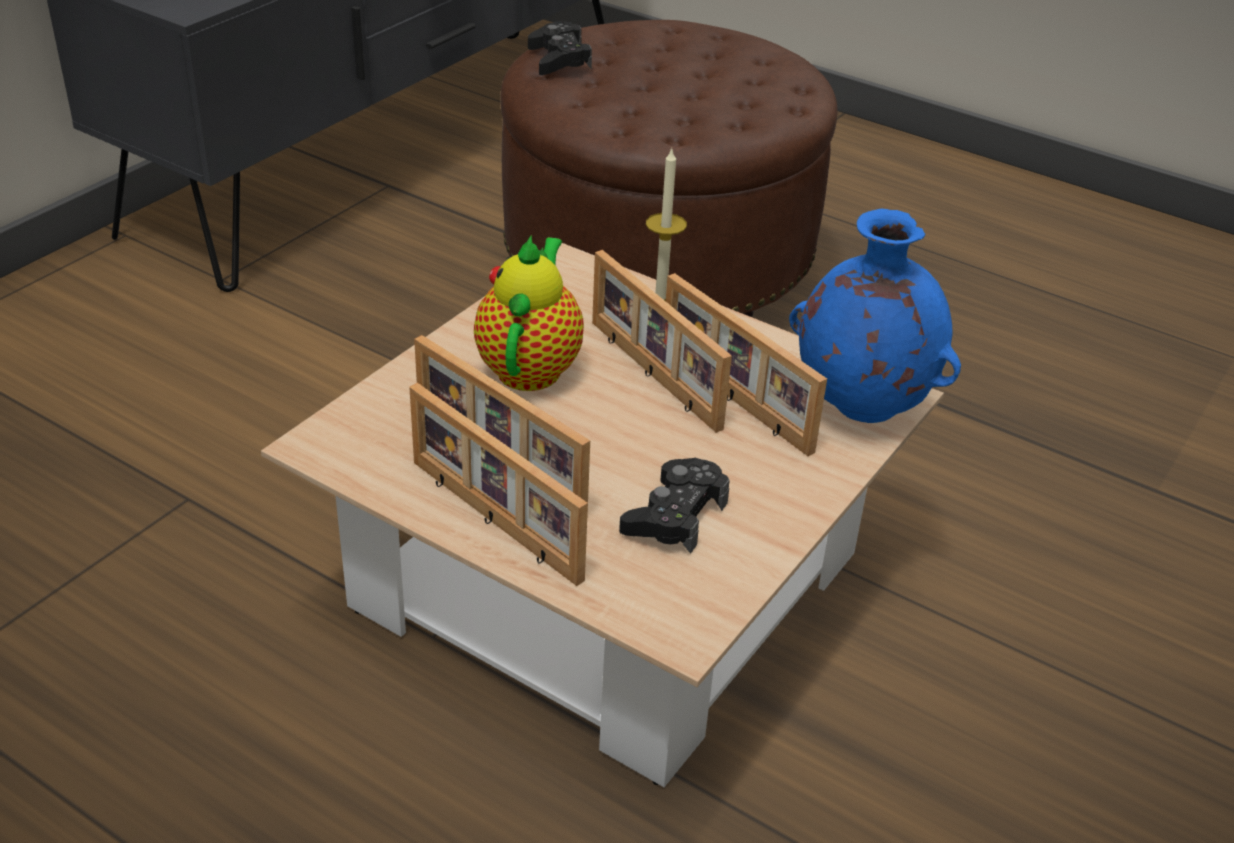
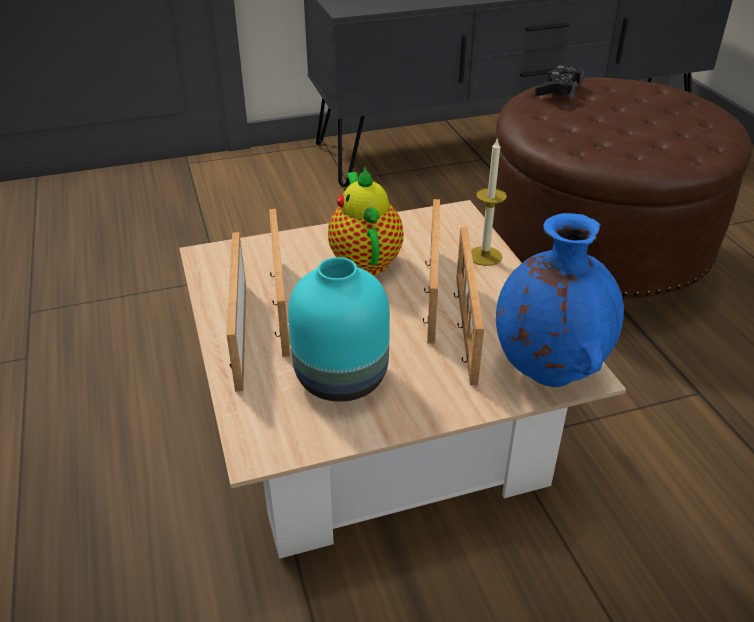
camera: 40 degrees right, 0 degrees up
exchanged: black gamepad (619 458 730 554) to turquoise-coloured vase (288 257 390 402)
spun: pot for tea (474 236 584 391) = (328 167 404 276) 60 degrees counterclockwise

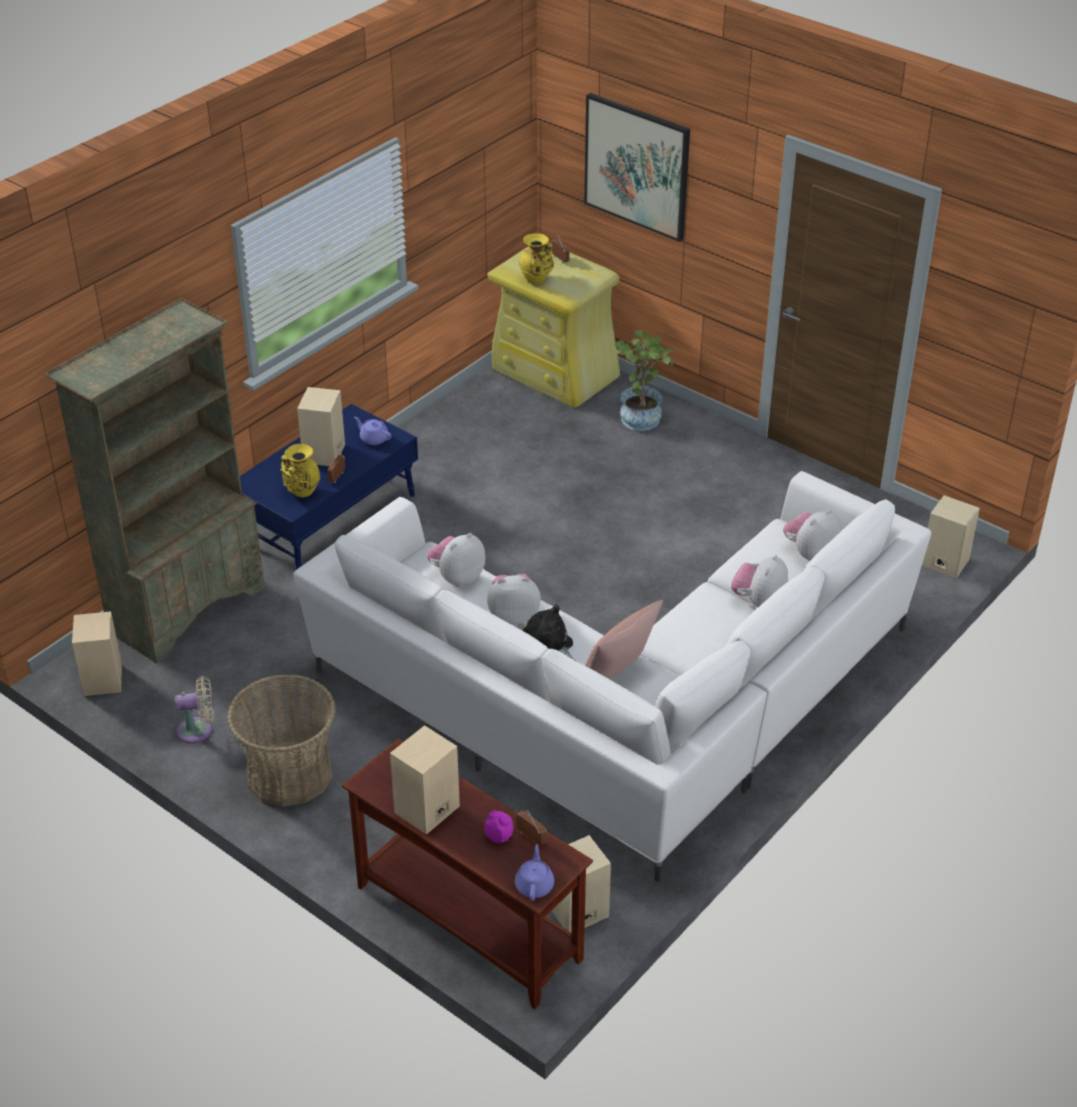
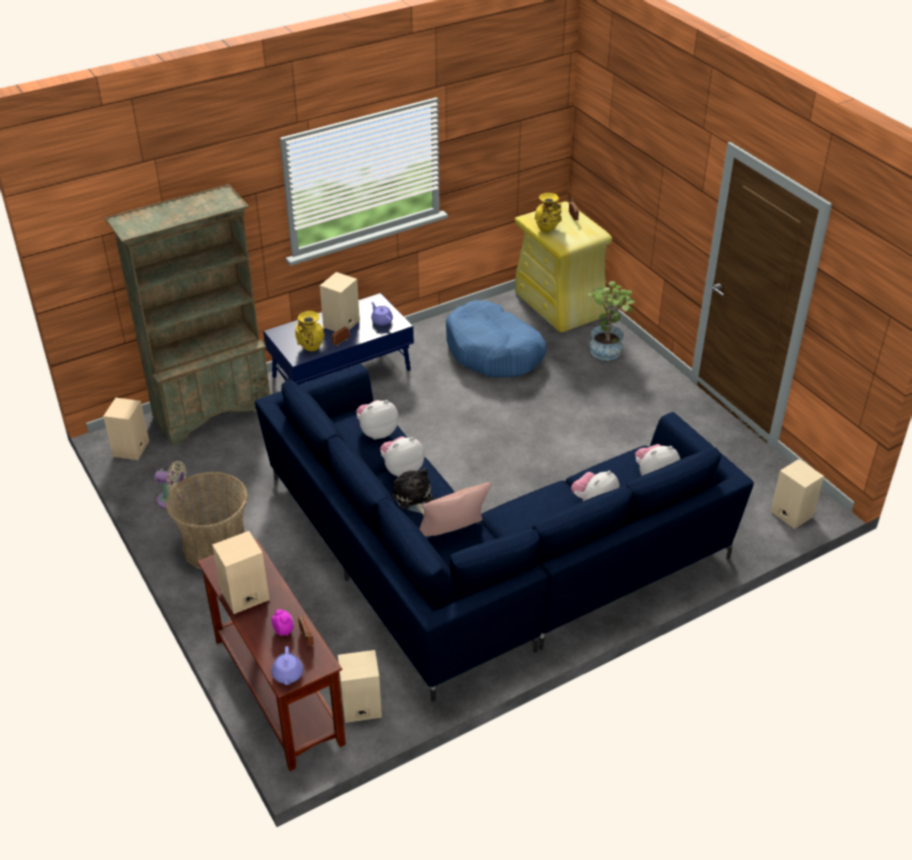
camera: 20 degrees right, 0 degrees up
missing: picture (584 93 690 242)
appeared: bluish pet bed (446 300 547 378)
colour: whitish couch (293 471 931 882) to bluish couch (255 364 754 702)
spun: soft toy (487 574 541 625) = (380 437 424 477) 45 degrees counterclockwise; purple pot for tea (515 845 554 901) = (272 646 303 685) 150 degrees clockwise

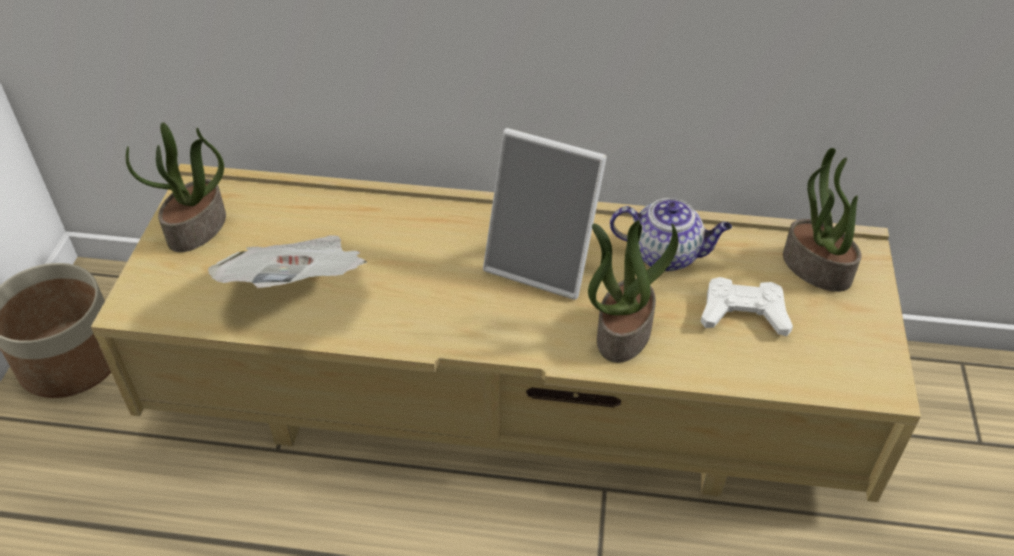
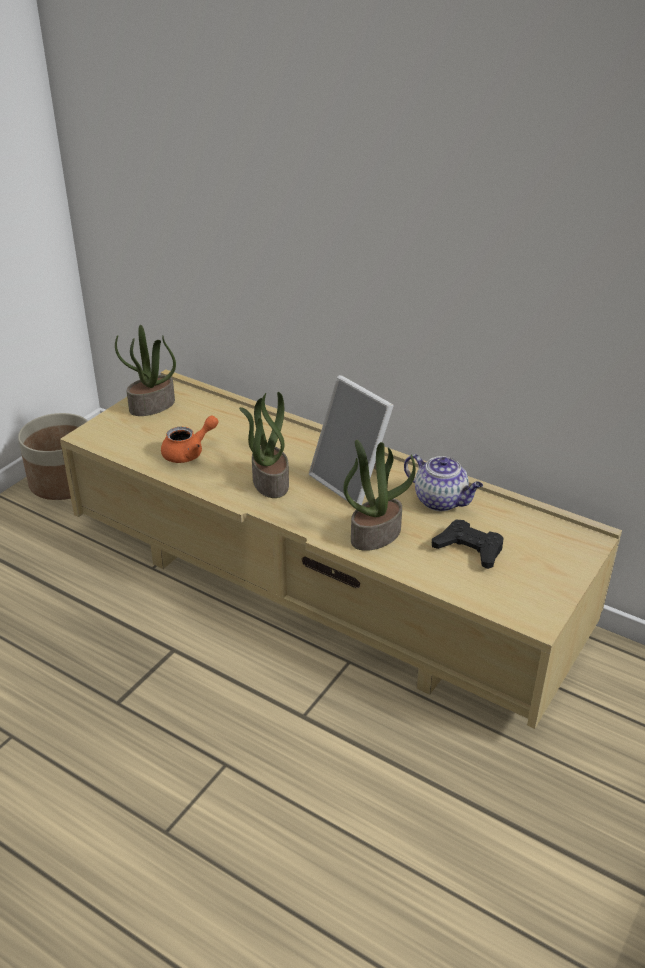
camera: 25 degrees right, 10 degrees down
relocated: potted plant (783 148 861 292) to (239 392 289 498)
exchanged: newspaper (208 235 367 288) to orange-coloured pot for tea (161 415 219 463)
colour: whitish gamepad (700 277 793 336) to black gamepad (432 520 503 569)

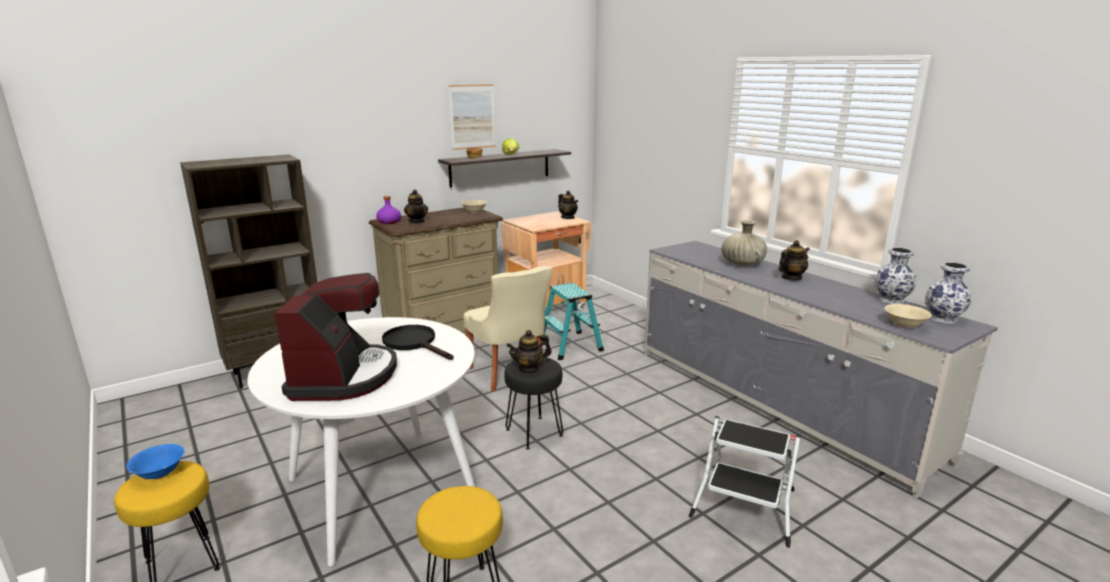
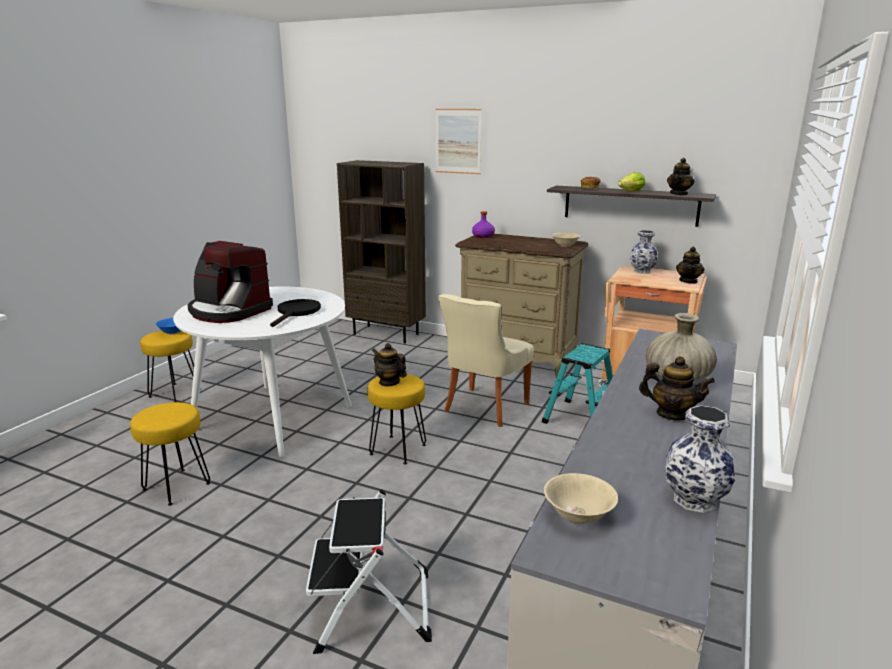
camera: 60 degrees right, 0 degrees up
relocated: pot for tea (404 189 428 223) to (667 158 694 195); picture (449 84 496 150) to (436 109 482 174); vase (925 262 972 324) to (630 230 658 274)
colour: black sitting stool (504 357 563 450) to yellow-coloured sitting stool (367 374 426 465)
spun: coffee machine (275 273 397 401) = (187 241 273 323) 60 degrees clockwise

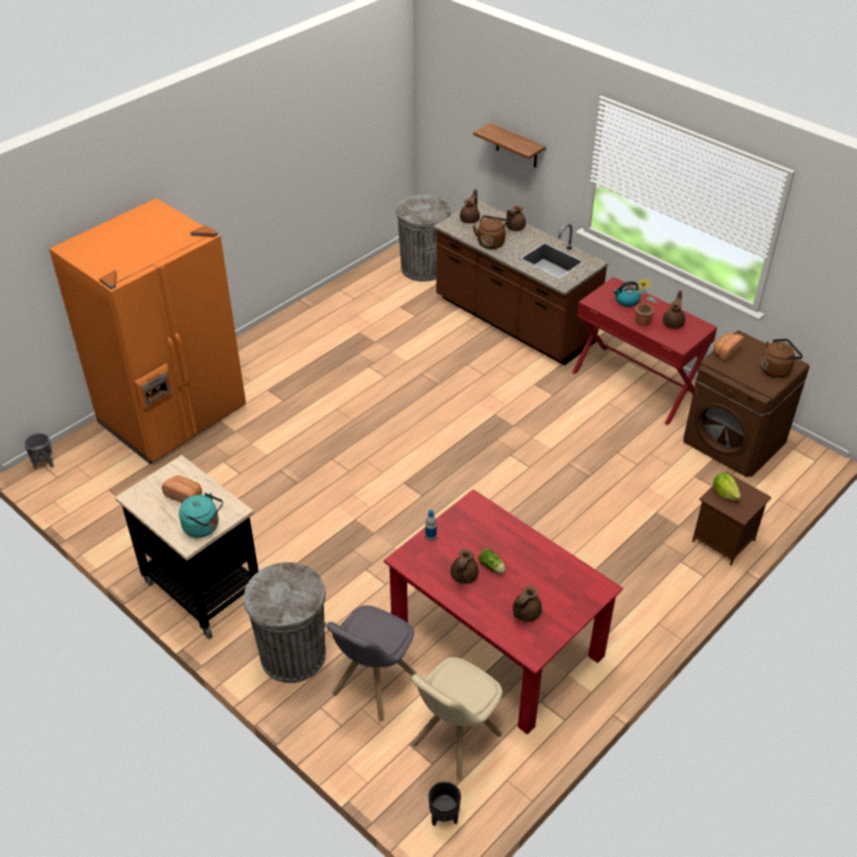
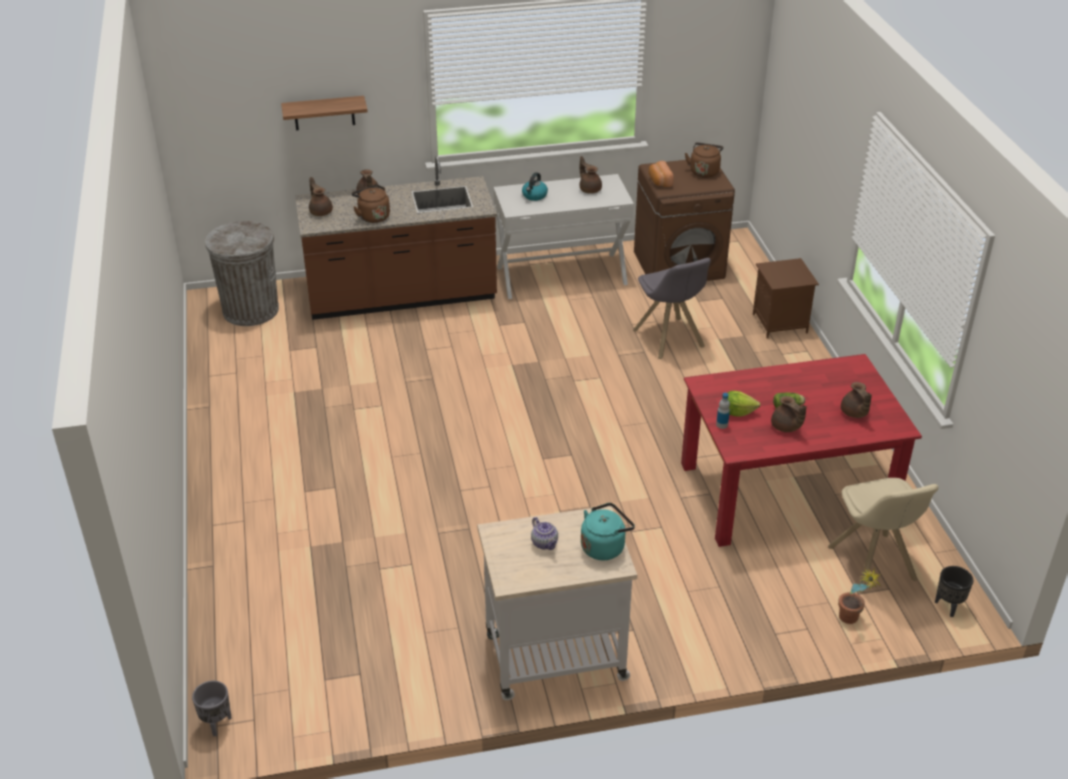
camera: 55 degrees left, 5 degrees down
missing: orange-coloured fridge (49 198 246 464); gray trash can (244 562 326 683)
relocated: gray plain chair (326 605 417 721) to (633 258 711 359); potted plant (634 276 657 326) to (838 568 881 624); lettuce head (713 473 741 500) to (722 391 761 417)
exchanged: bakery bread (162 476 202 503) to pot for tea (531 517 558 550)
colour: black wheeled cart (115 455 259 639) to whitish wheeled cart (477 506 637 700); red-coloured narrow table (572 277 717 425) to whitish narrow table (493 174 634 299)

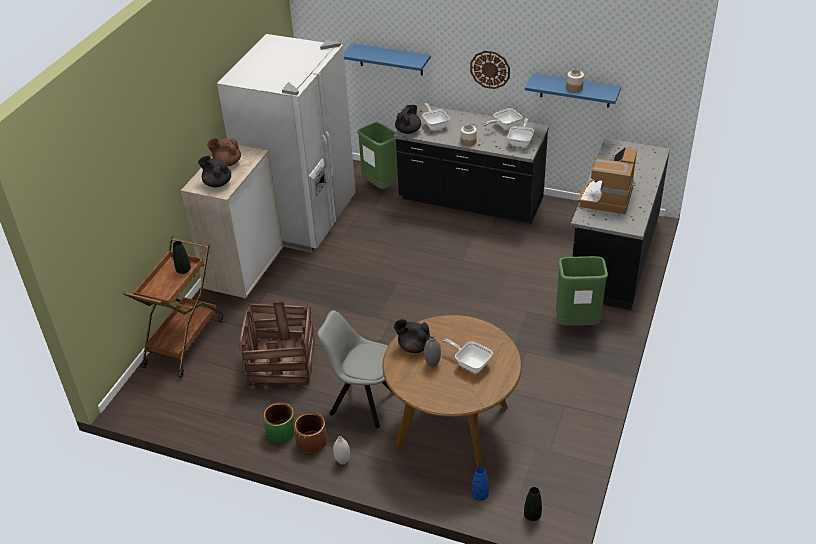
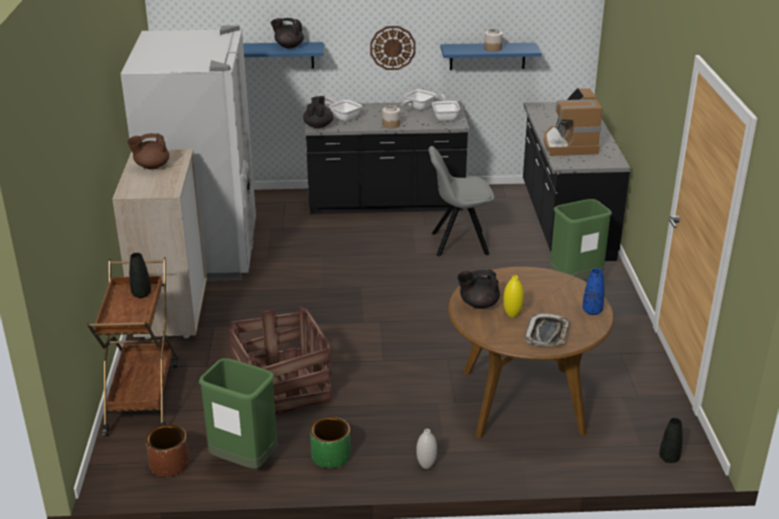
camera: 25 degrees left, 10 degrees down
missing: skillet (442 338 493 373)
appeared: serving tray (525 313 570 346)
relocated: black pot for tea (198 156 231 187) to (271 18 304 48); brown planter (294 412 327 453) to (146 425 190 477); gray plain chair (317 310 393 428) to (429 146 494 256); green-coloured trash can (357 122 398 189) to (199 358 278 469); bluish vase (472 467 489 501) to (583 268 604 315)
colour: gray vase (424 336 441 367) to yellow-coloured vase (503 275 524 317)

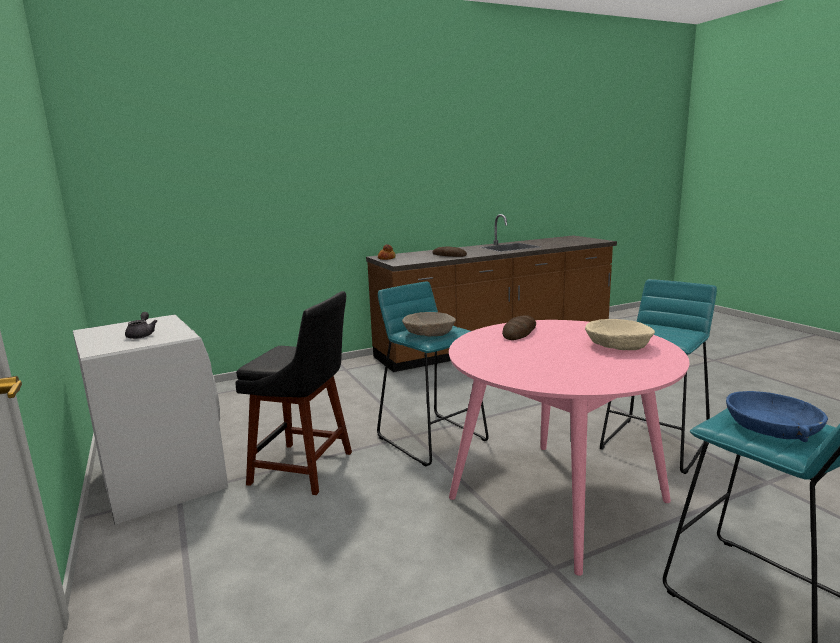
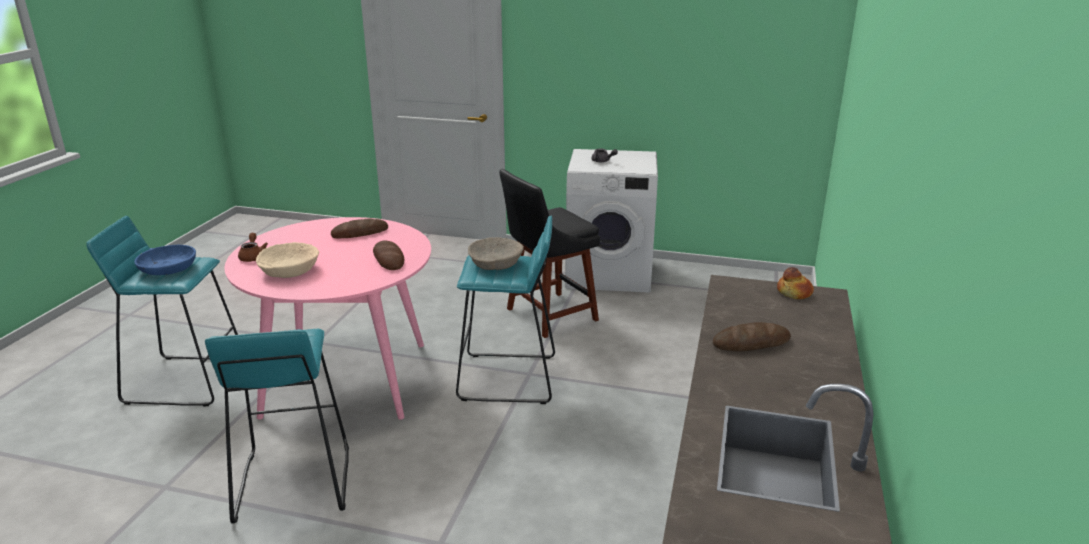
camera: 130 degrees right, 10 degrees up
appeared: brown pot for tea (238 233 268 262); bakery bread (331 219 388 238)

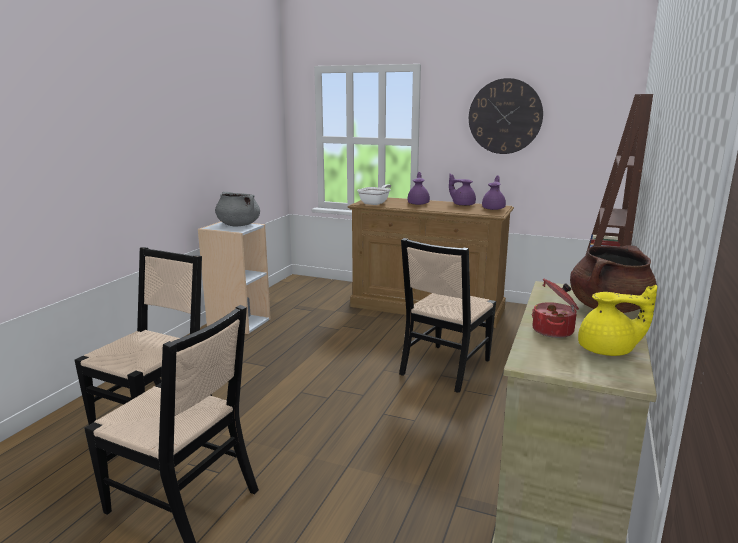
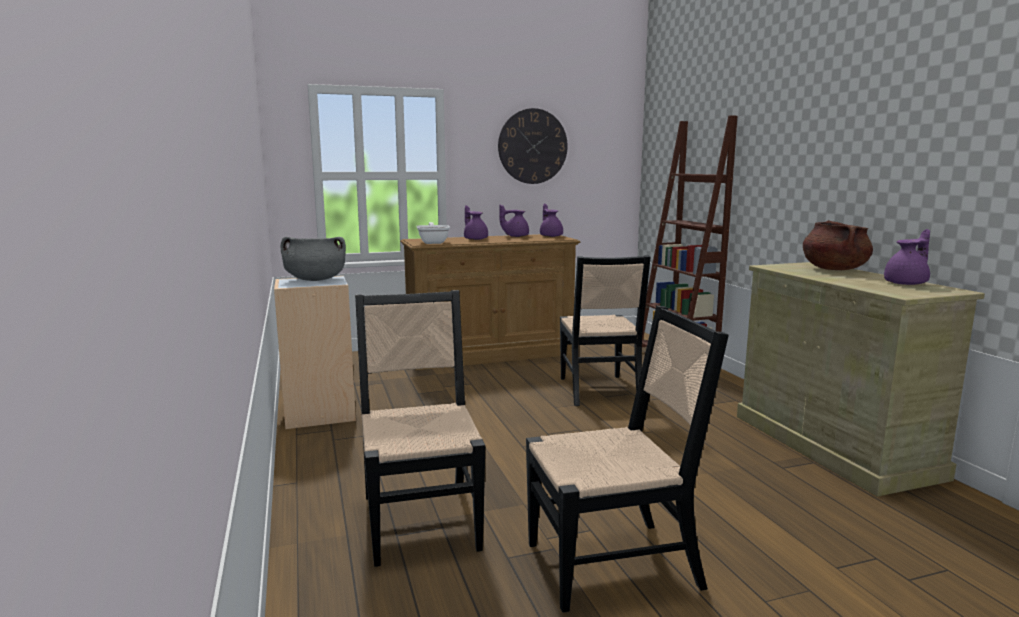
camera: 40 degrees left, 5 degrees down
missing: stockpot (532 279 579 338)
colour: yellow-coloured pot for tea (578 285 657 356) to purple pot for tea (884 229 930 285)

